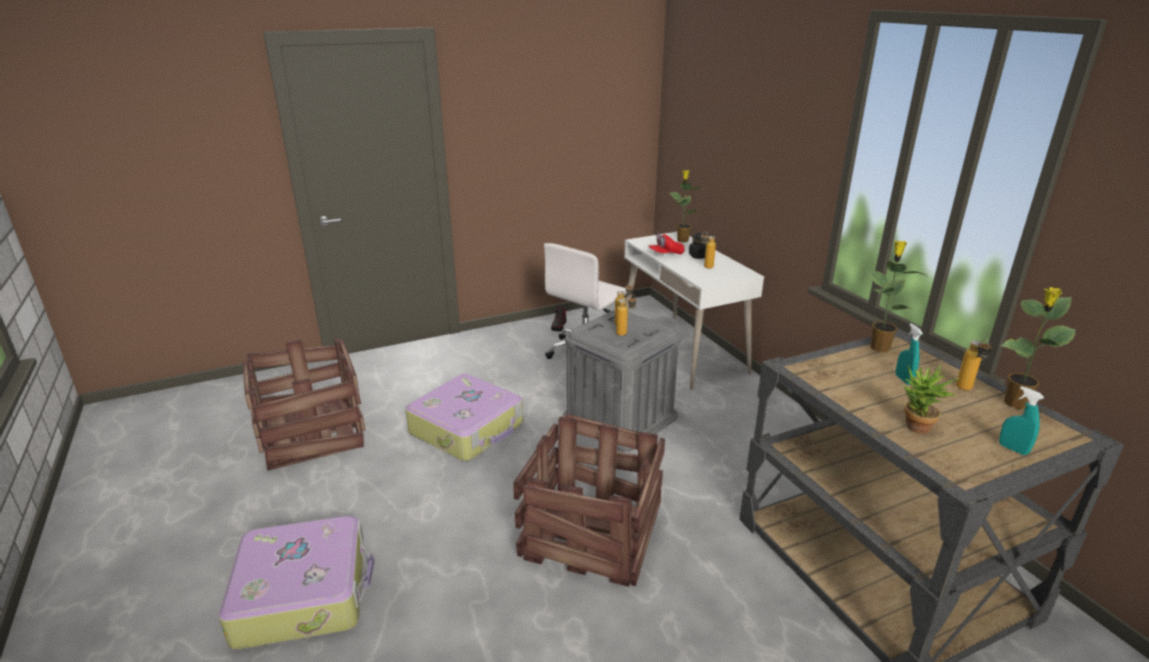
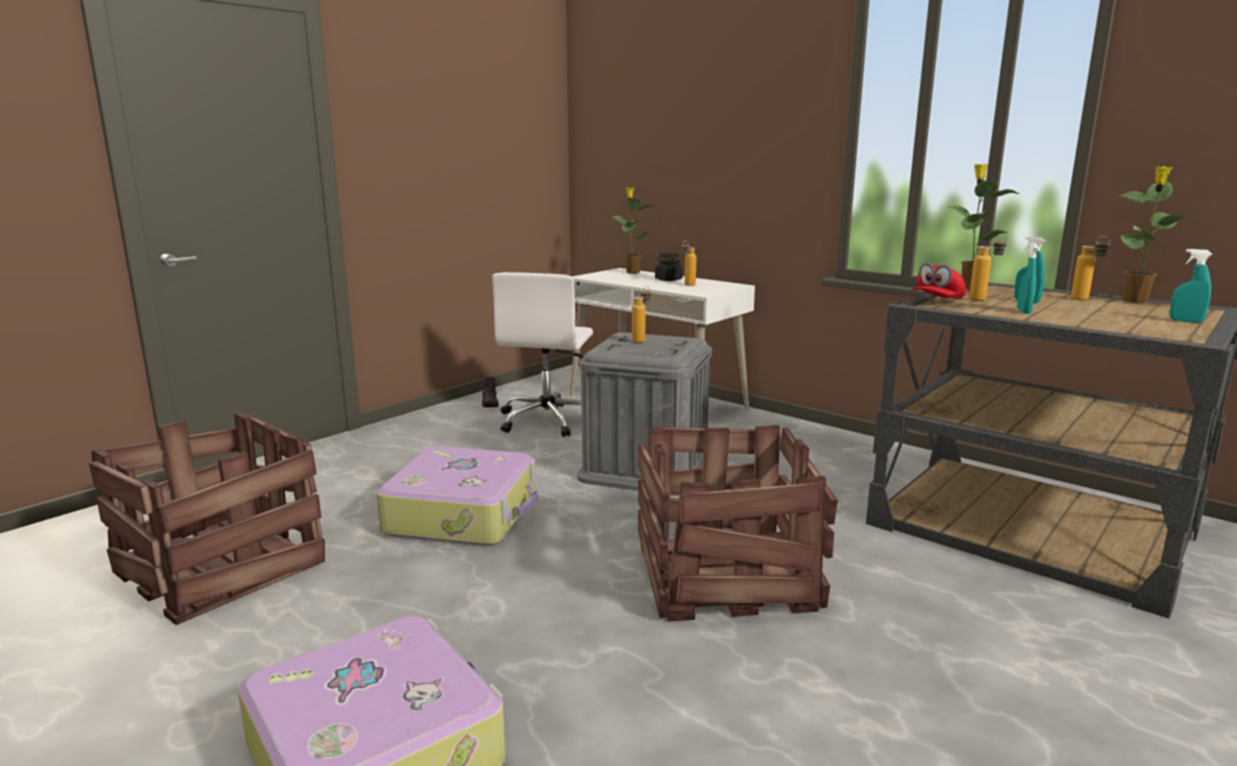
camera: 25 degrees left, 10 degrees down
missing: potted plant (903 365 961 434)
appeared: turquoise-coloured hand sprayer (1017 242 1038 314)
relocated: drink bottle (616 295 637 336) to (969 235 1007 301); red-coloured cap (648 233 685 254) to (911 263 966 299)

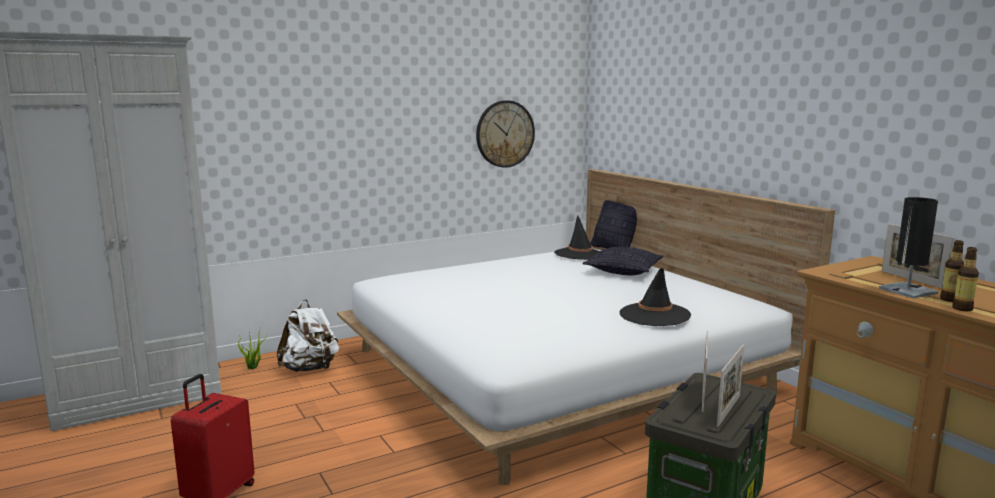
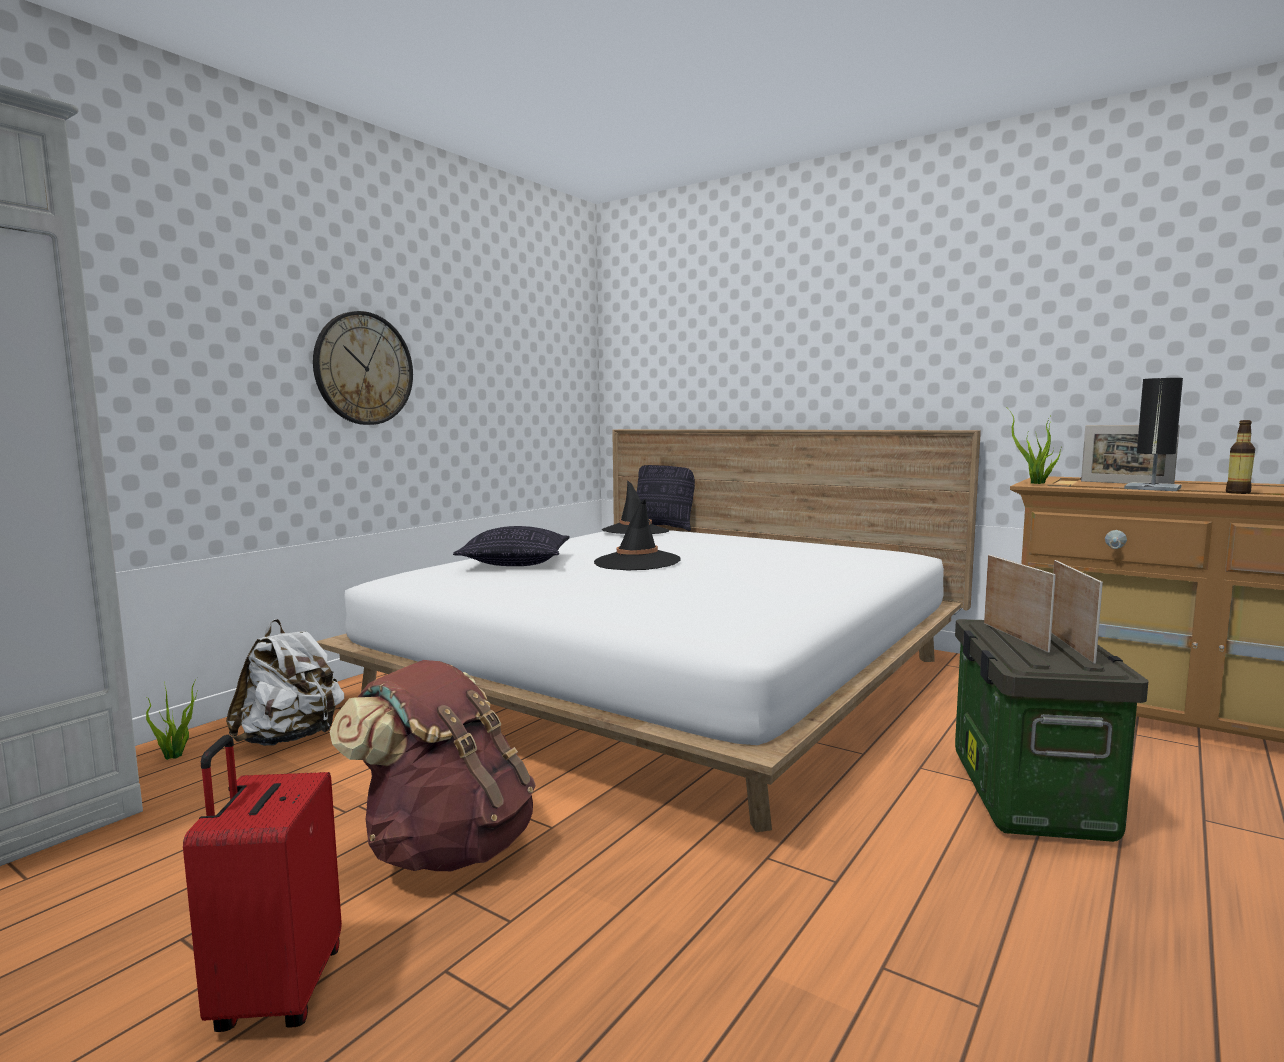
camera: 25 degrees left, 5 degrees down
missing: drink bottle (940 240 964 302)
appeared: brown rucksack (329 660 536 872); potted plant (1008 409 1061 484)
relocated: hanging clock (476 100 535 168) to (313 311 413 425); throw pillow (582 247 664 275) to (453 526 570 566); black wearable hat (620 268 691 326) to (594 499 681 571)

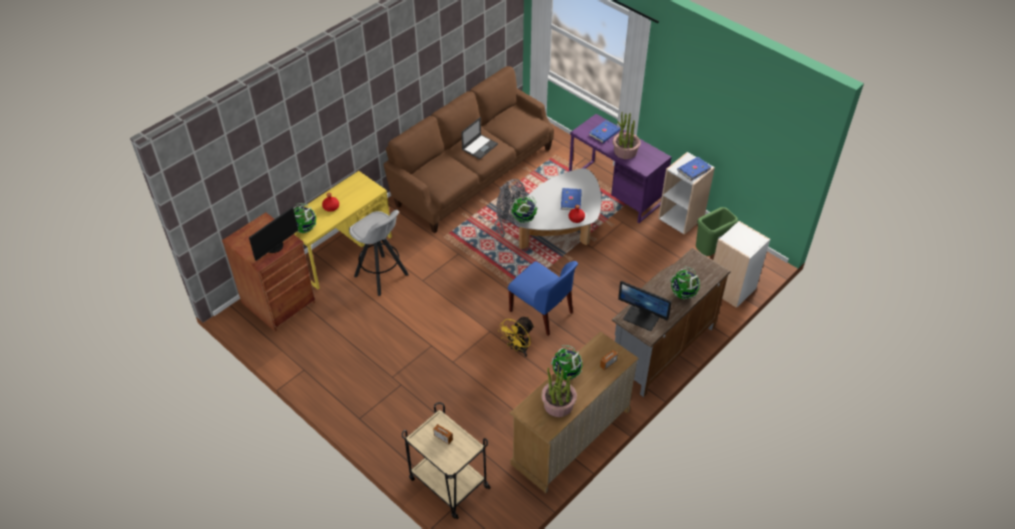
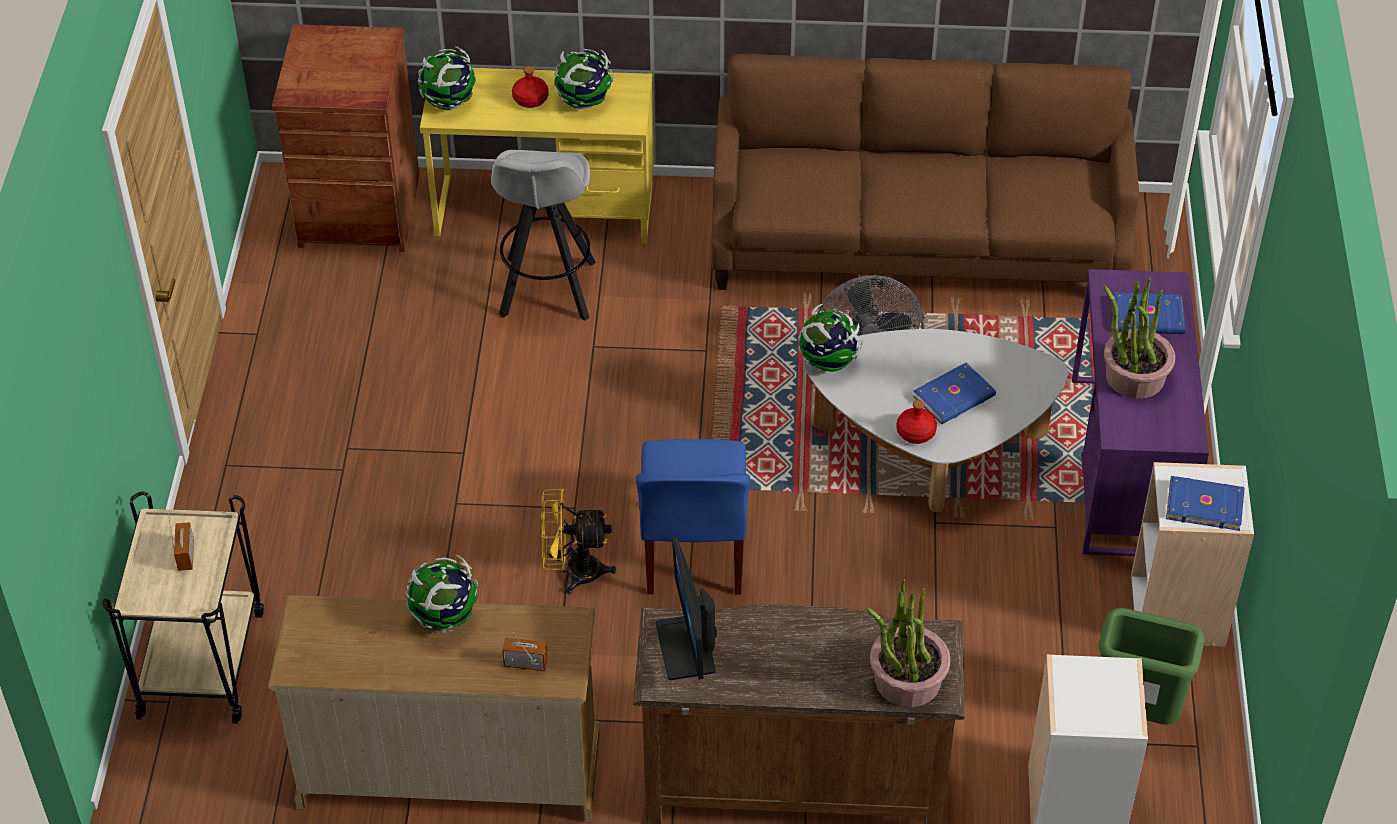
camera: 50 degrees right, 0 degrees up
missing: computer screen (249 207 298 261); portable computer (461 117 498 159)
relocated: potted plant (541 364 577 417) to (866 579 950 707); globe (670 266 700 299) to (554 49 614 110)

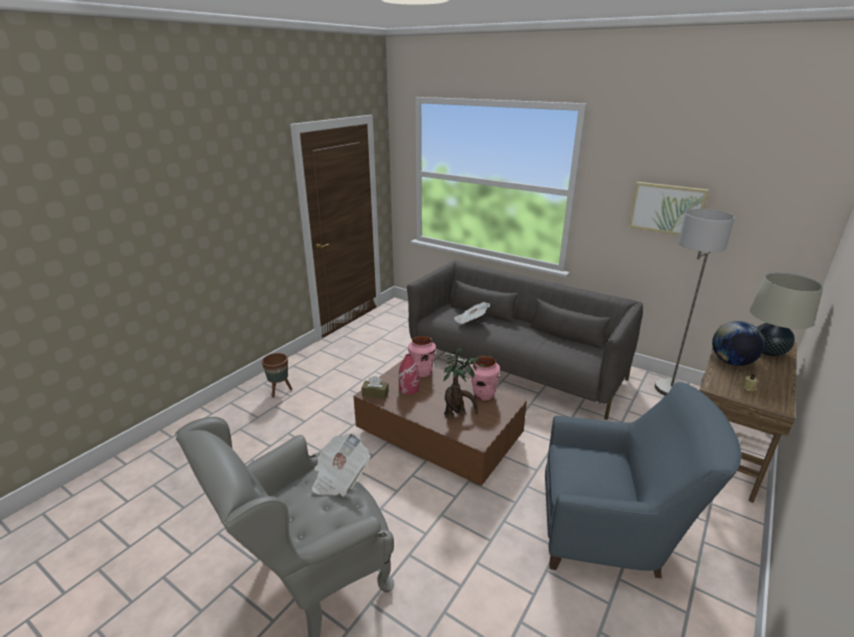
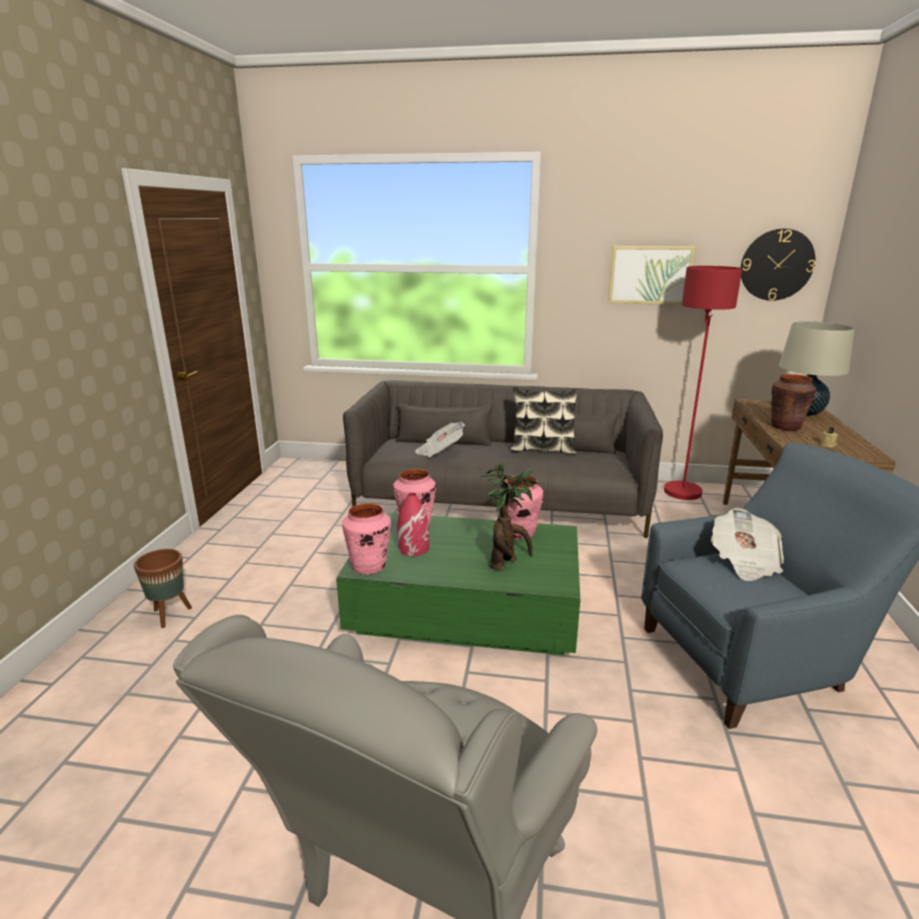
camera: 25 degrees left, 5 degrees down
appeared: throw pillow (510 387 578 455); hanging clock (740 229 815 301)
relocated: newspaper (312 433 369 496) to (711 508 784 581)
exchanged: brown tissue box (361 376 389 399) to pinkish vase (342 503 391 575); globe (712 321 765 366) to brown vase (771 374 816 430)
colour: brown coffee table (354 360 527 486) to green-coloured coffee table (336 512 580 655); gray floor lamp (655 209 735 396) to red-coloured floor lamp (664 266 742 500)

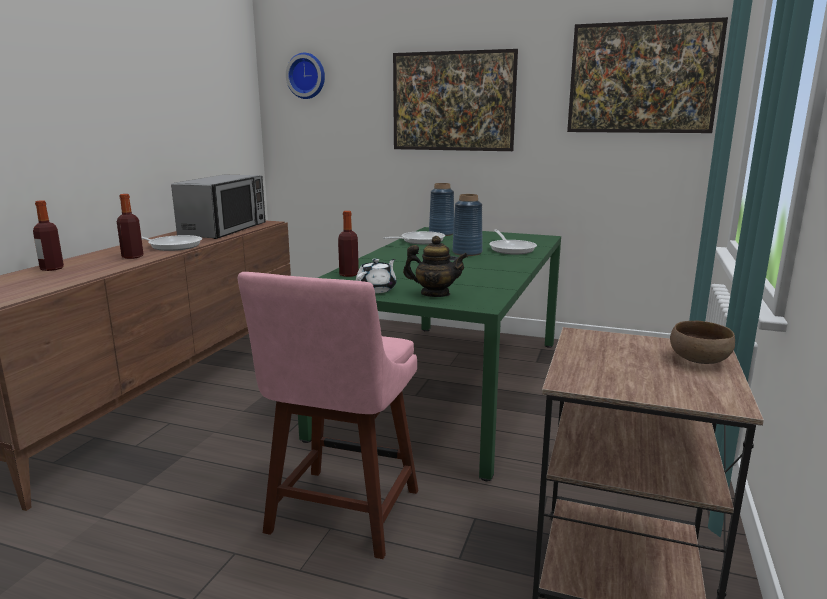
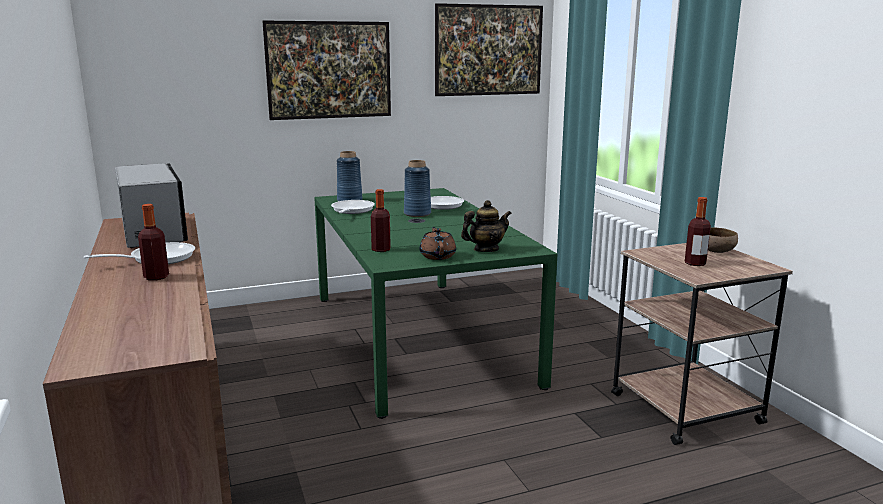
camera: 40 degrees left, 0 degrees up
missing: pinkish plain chair (238 272 418 559); hanging clock (286 53 325 99)
relocated: drink bottle (33 200 64 271) to (685 197 711 266)
colour: whitish pot for tea (356 259 396 293) to brown pot for tea (420 227 456 260)

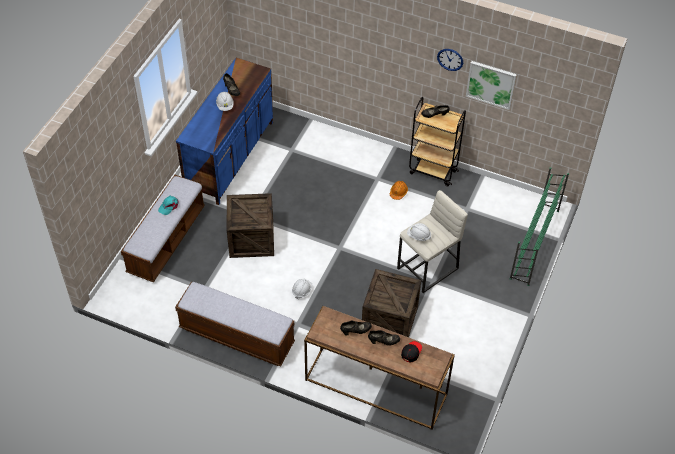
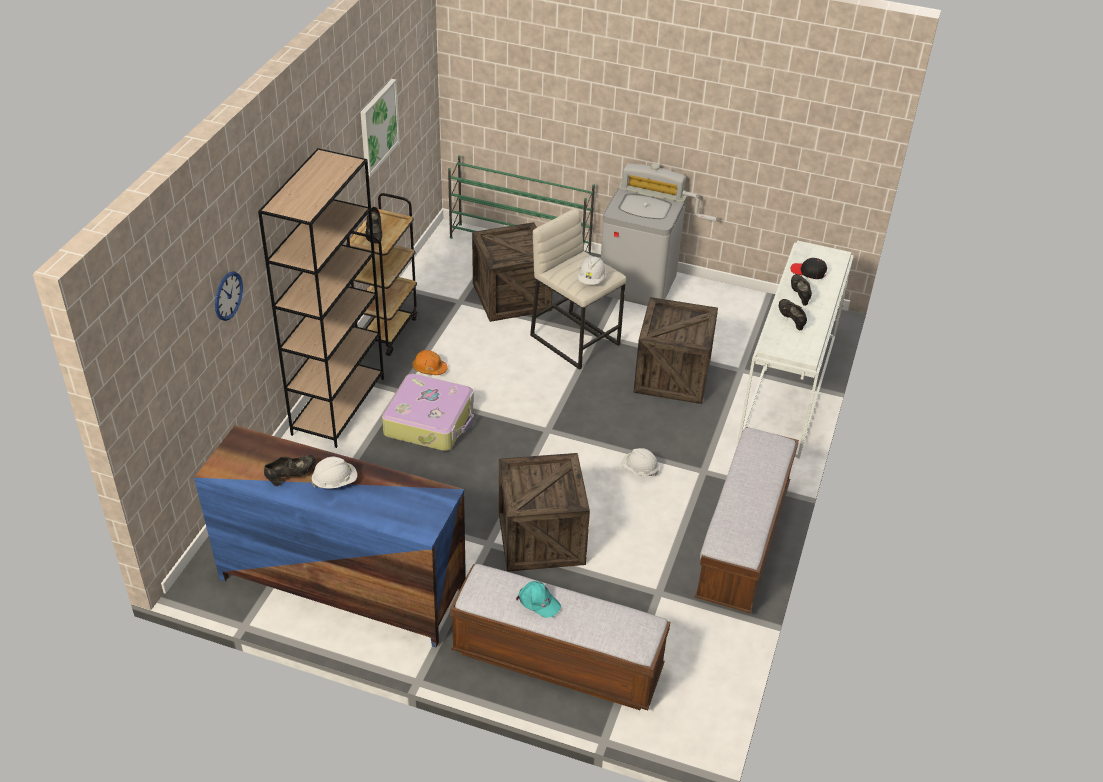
camera: 95 degrees left, 10 degrees down
appeared: sand-coloured shelving unit (258 148 384 448); travel case (382 374 474 451); crate (472 222 552 322); gray washing machine (601 163 717 306)
relocated: hanging clock (437 49 463 71) to (215 271 243 321)
colour: brown narrow table (304 306 455 430) to whitish narrow table (737 241 854 459)

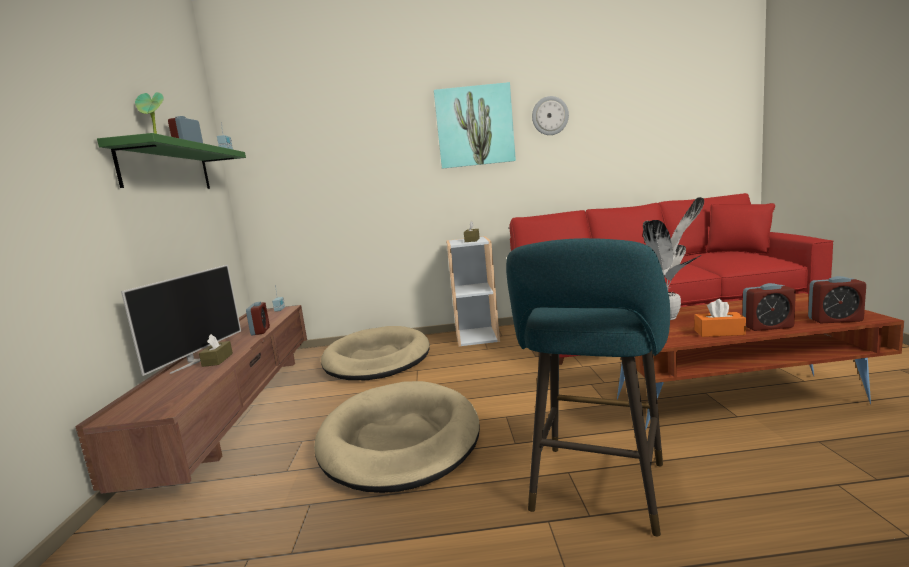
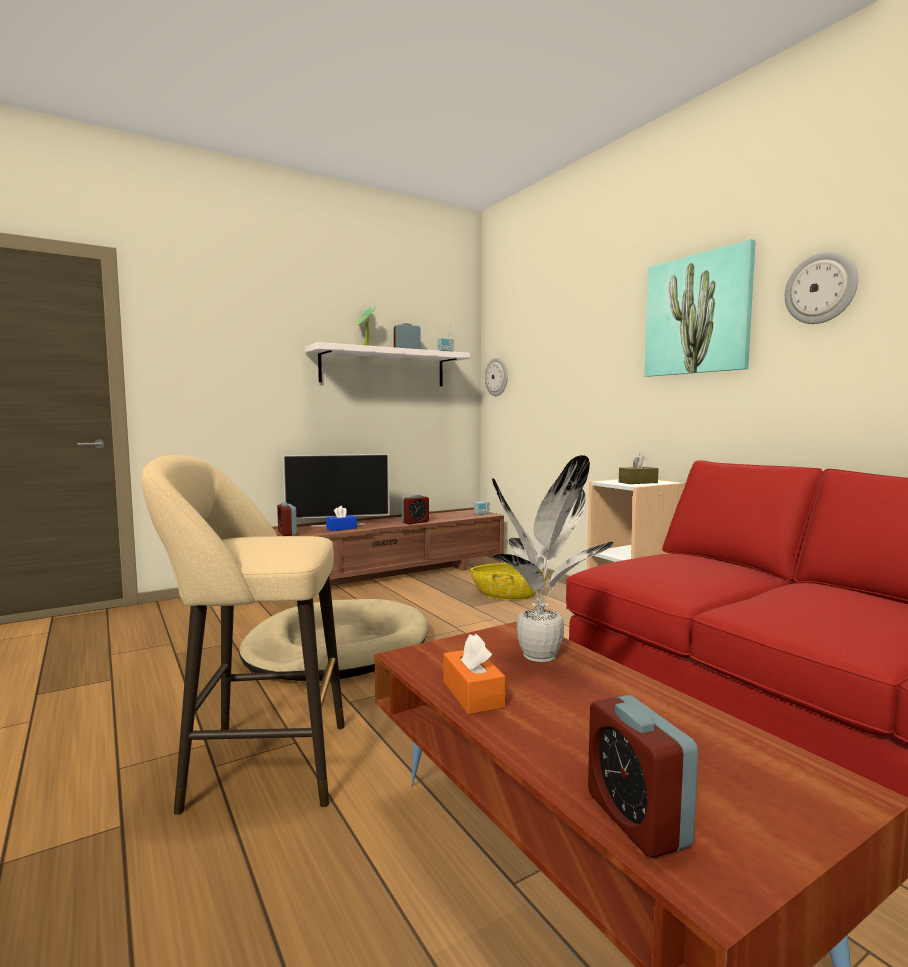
camera: 60 degrees right, 5 degrees down
appeared: hanging clock (485 358 508 396)
relocated: alarm clock (743 283 796 331) to (277 502 297 536)
exchanged: sand-coloured pet bed (321 326 430 380) to storage basket (471 562 547 600)
colour: green-coloured wall shelf (97 133 246 189) to whitish wall shelf (305 342 470 386); brown tissue box (199 334 233 367) to bluish tissue box (326 506 357 531); turquoise-coloured sitting stool (506 238 670 536) to sand-coloured sitting stool (141 455 345 815)

